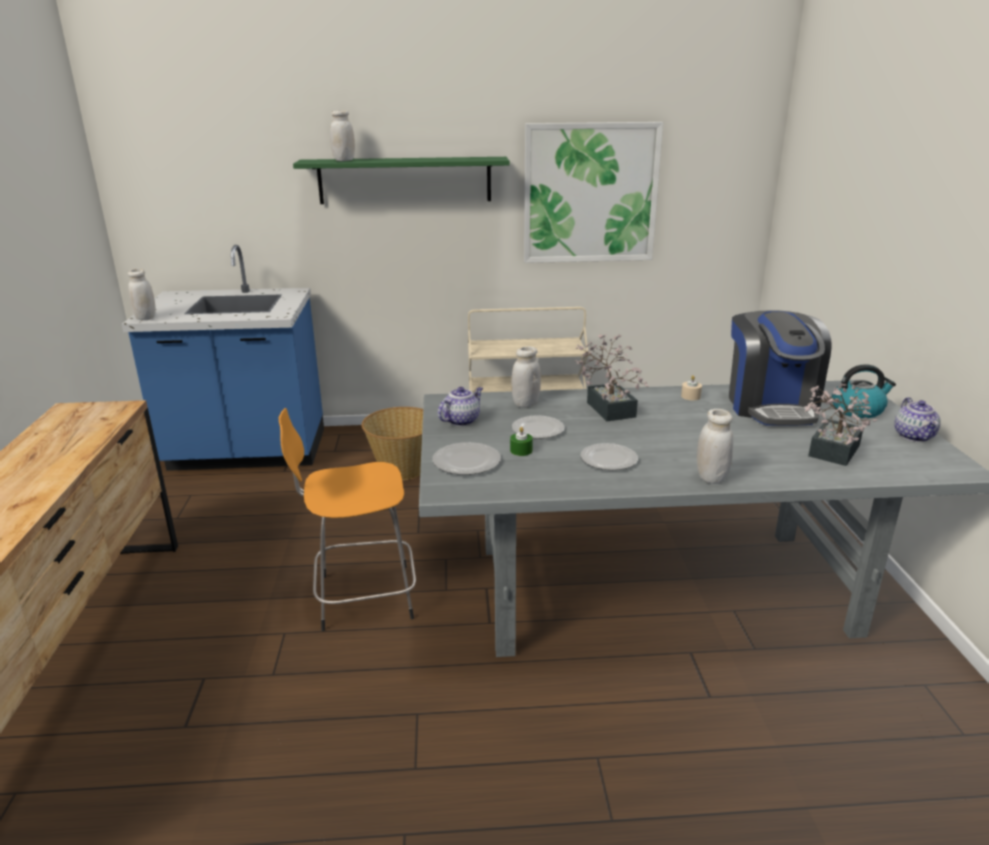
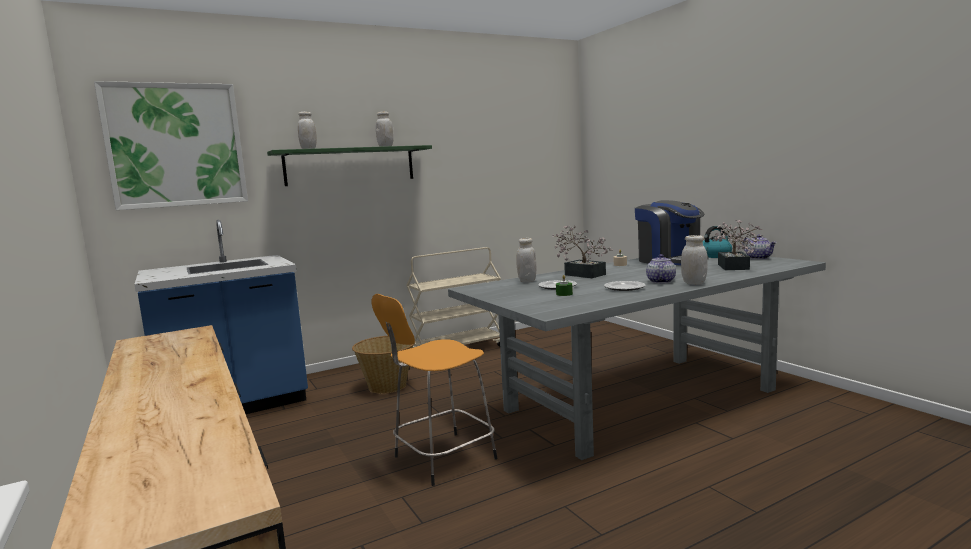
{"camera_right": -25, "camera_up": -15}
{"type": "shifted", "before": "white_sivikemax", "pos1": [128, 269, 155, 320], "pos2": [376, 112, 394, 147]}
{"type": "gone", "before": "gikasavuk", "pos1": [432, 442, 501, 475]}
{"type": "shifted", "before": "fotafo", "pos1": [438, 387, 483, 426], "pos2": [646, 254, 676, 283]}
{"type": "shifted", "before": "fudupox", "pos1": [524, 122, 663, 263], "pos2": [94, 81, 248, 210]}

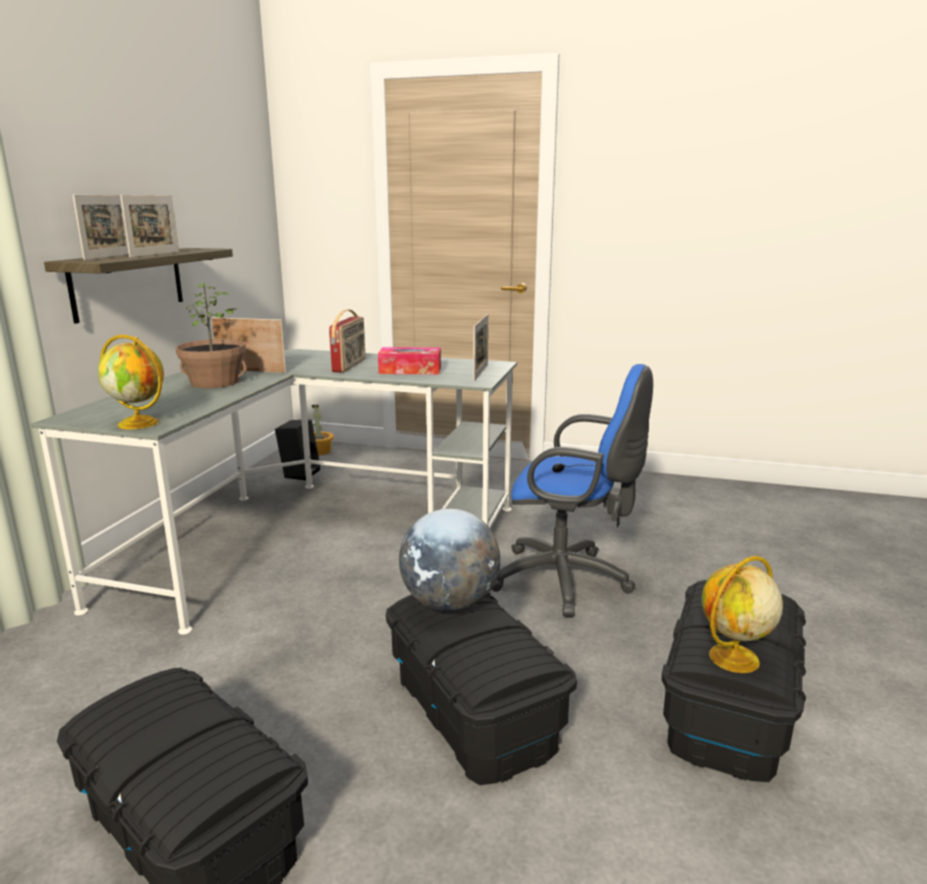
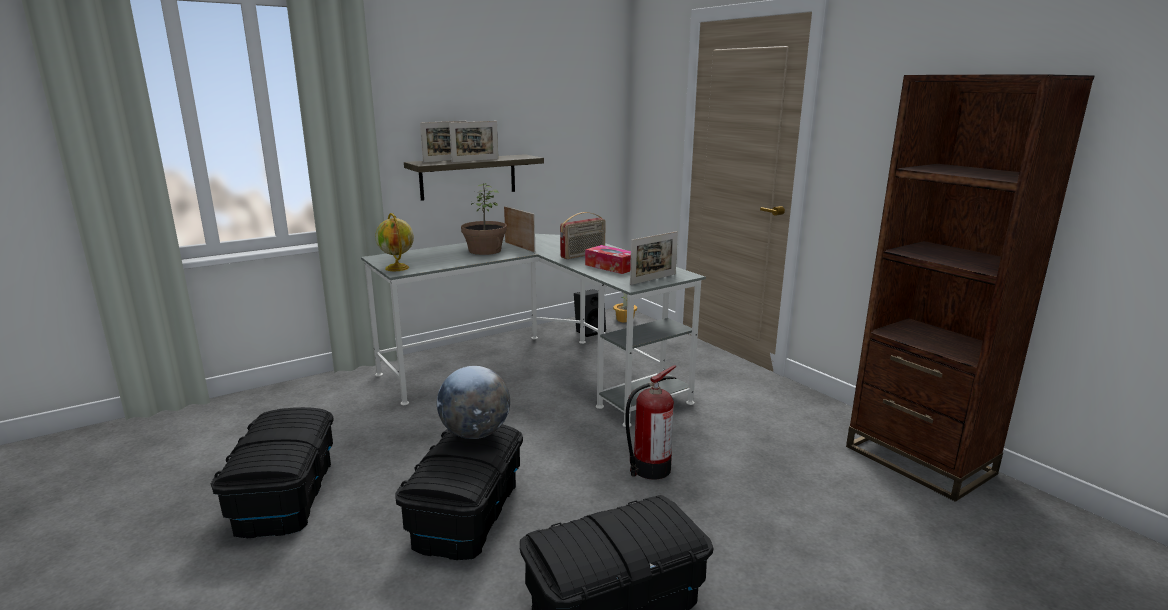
{"camera_right": 40, "camera_up": 0}
{"type": "swapped", "before": "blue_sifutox", "after": "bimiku", "pos1": [492, 364, 653, 617], "pos2": [625, 365, 677, 480]}
{"type": "gone", "before": "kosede", "pos1": [702, 556, 783, 673]}
{"type": "new", "after": "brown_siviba", "pos2": [846, 74, 1094, 502]}

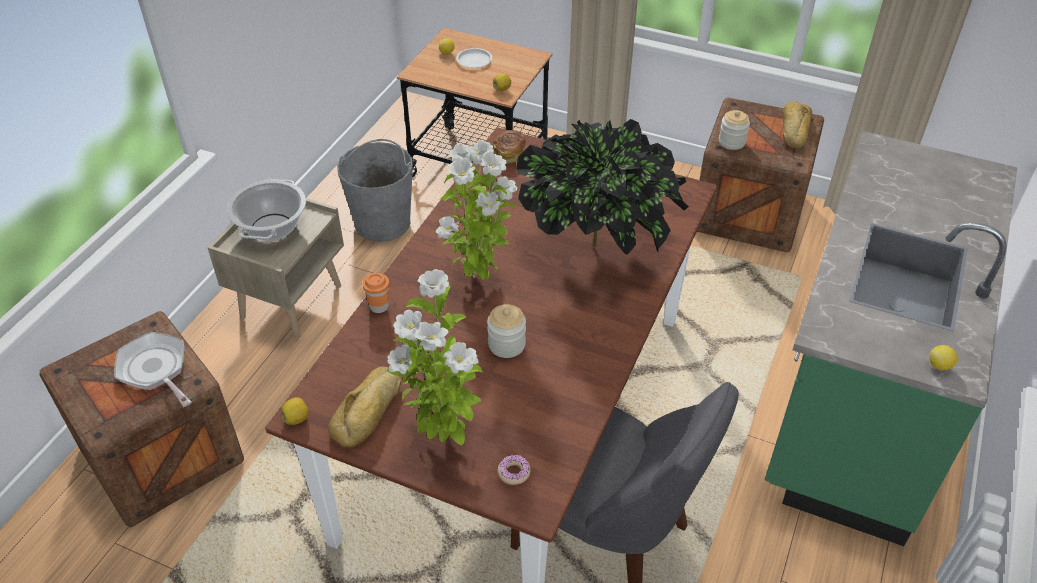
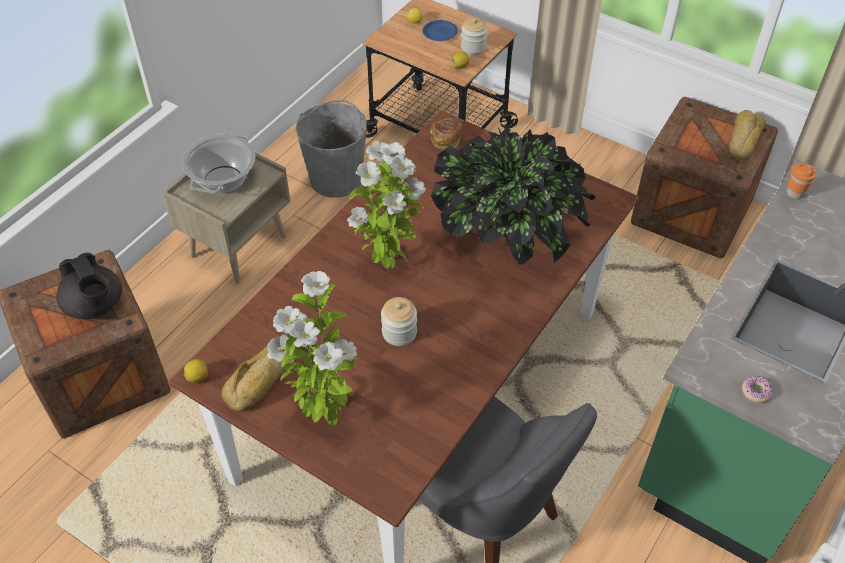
{"camera_right": 10, "camera_up": 5}
{"type": "swapped", "before": "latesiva", "after": "black_fotafo", "pos1": [114, 332, 192, 407], "pos2": [56, 253, 122, 319]}
{"type": "shifted", "before": "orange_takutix", "pos1": [362, 273, 389, 313], "pos2": [787, 163, 816, 199]}
{"type": "repainted", "before": "white_gikasavuk", "after": "blue_gikasavuk", "pos1": [456, 48, 492, 68], "pos2": [422, 20, 458, 41]}
{"type": "shifted", "before": "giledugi", "pos1": [498, 455, 530, 485], "pos2": [742, 376, 773, 403]}
{"type": "shifted", "before": "sivikemax", "pos1": [719, 110, 750, 150], "pos2": [461, 17, 488, 55]}
{"type": "gone", "before": "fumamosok", "pos1": [929, 345, 957, 370]}

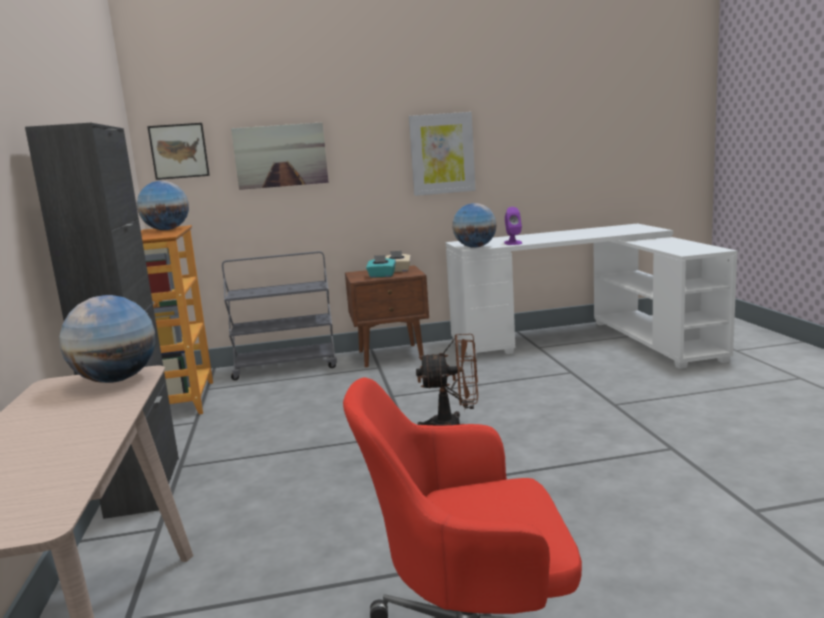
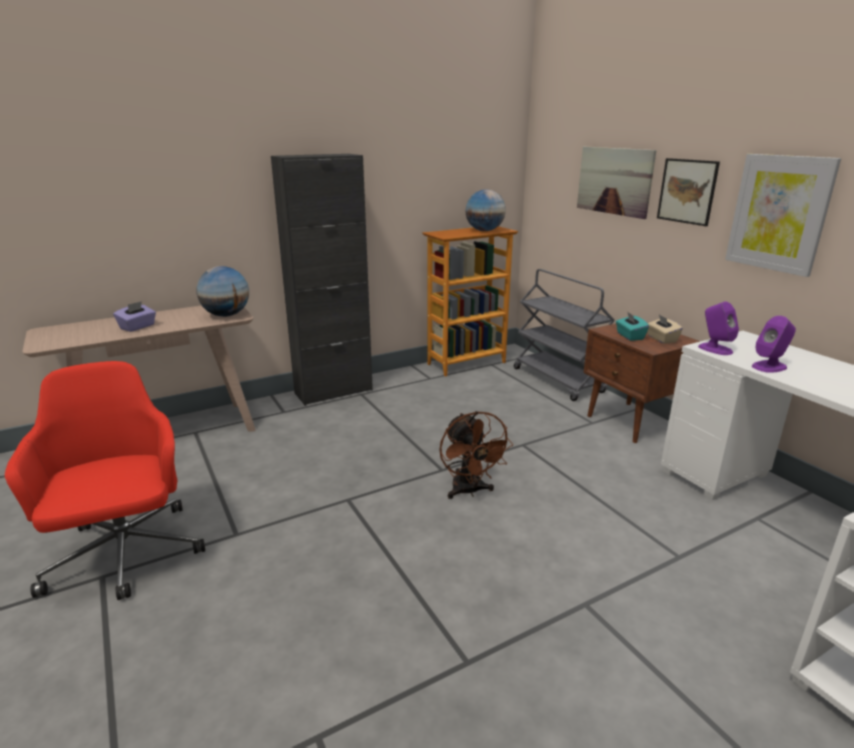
{"camera_right": 70, "camera_up": 10}
{"type": "shifted", "before": "fudupox", "pos1": [147, 123, 210, 180], "pos2": [657, 158, 720, 226]}
{"type": "swapped", "before": "kosede", "after": "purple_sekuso", "pos1": [452, 203, 497, 248], "pos2": [698, 301, 739, 355]}
{"type": "new", "after": "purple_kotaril", "pos2": [113, 301, 156, 332]}

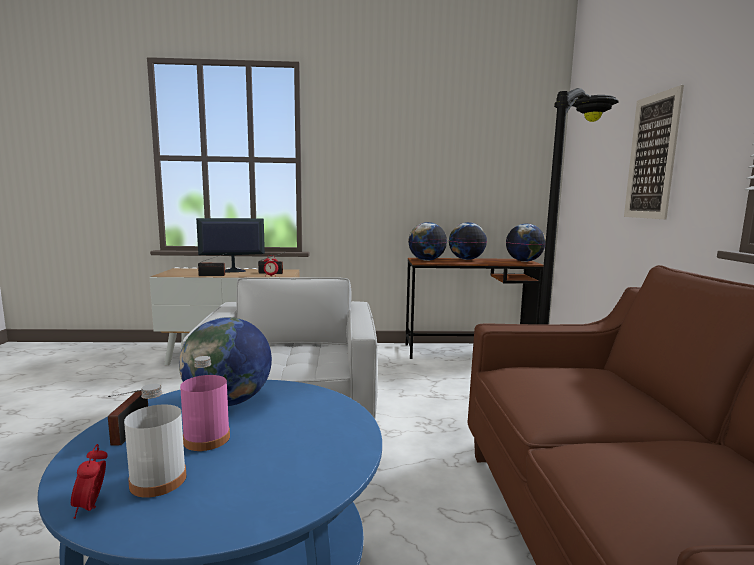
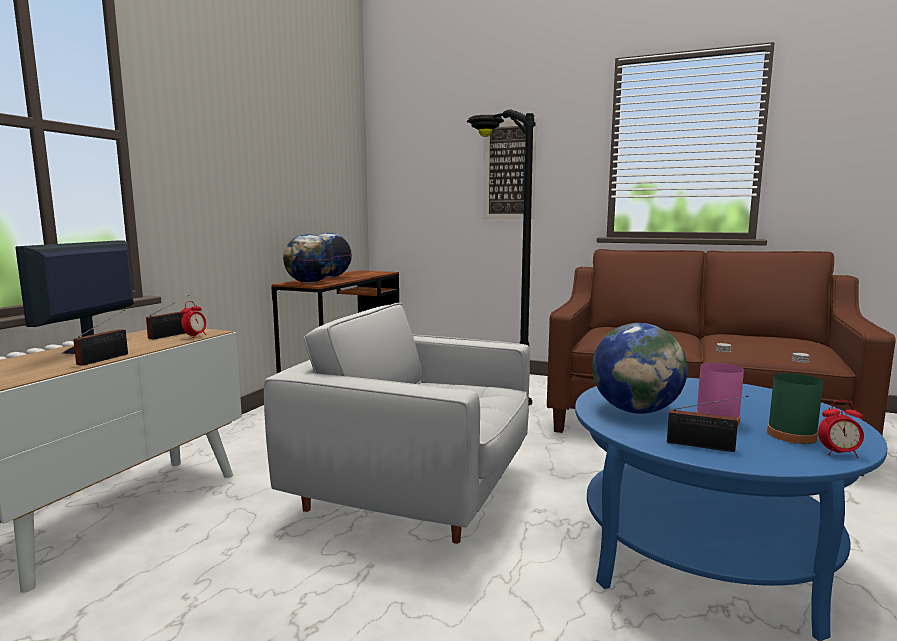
{"camera_right": -65, "camera_up": 0}
{"type": "repainted", "before": "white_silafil", "after": "green_silafil", "pos1": [124, 384, 187, 498], "pos2": [767, 353, 823, 444]}
{"type": "gone", "before": "kosede", "pos1": [506, 224, 546, 262]}

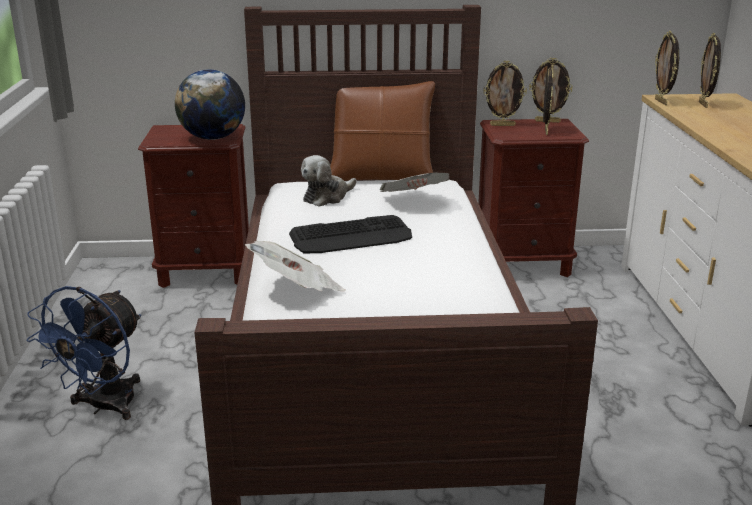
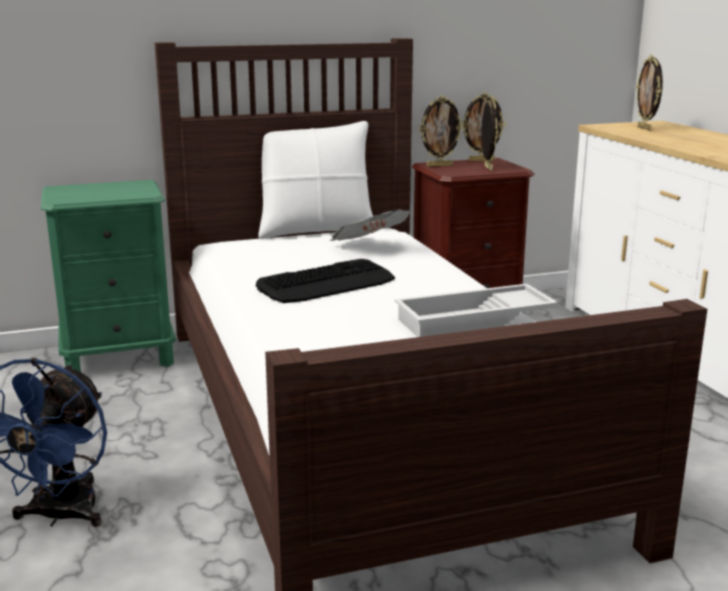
{"camera_right": -15, "camera_up": -5}
{"type": "repainted", "before": "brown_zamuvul", "after": "green_zamuvul", "pos1": [138, 124, 249, 288], "pos2": [41, 180, 176, 372]}
{"type": "gone", "before": "kosede", "pos1": [175, 69, 245, 140]}
{"type": "gone", "before": "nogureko", "pos1": [245, 241, 346, 291]}
{"type": "gone", "before": "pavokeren", "pos1": [301, 155, 357, 207]}
{"type": "repainted", "before": "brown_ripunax", "after": "white_ripunax", "pos1": [330, 81, 435, 181], "pos2": [258, 121, 376, 239]}
{"type": "gone", "before": "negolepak", "pos1": [655, 31, 679, 105]}
{"type": "new", "after": "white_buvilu", "pos2": [394, 284, 558, 337]}

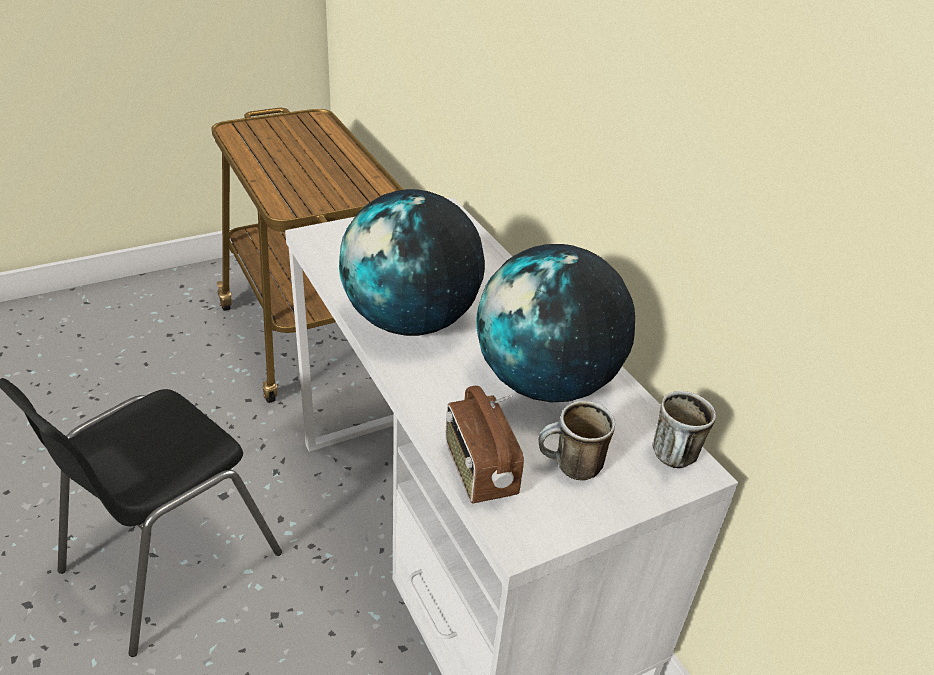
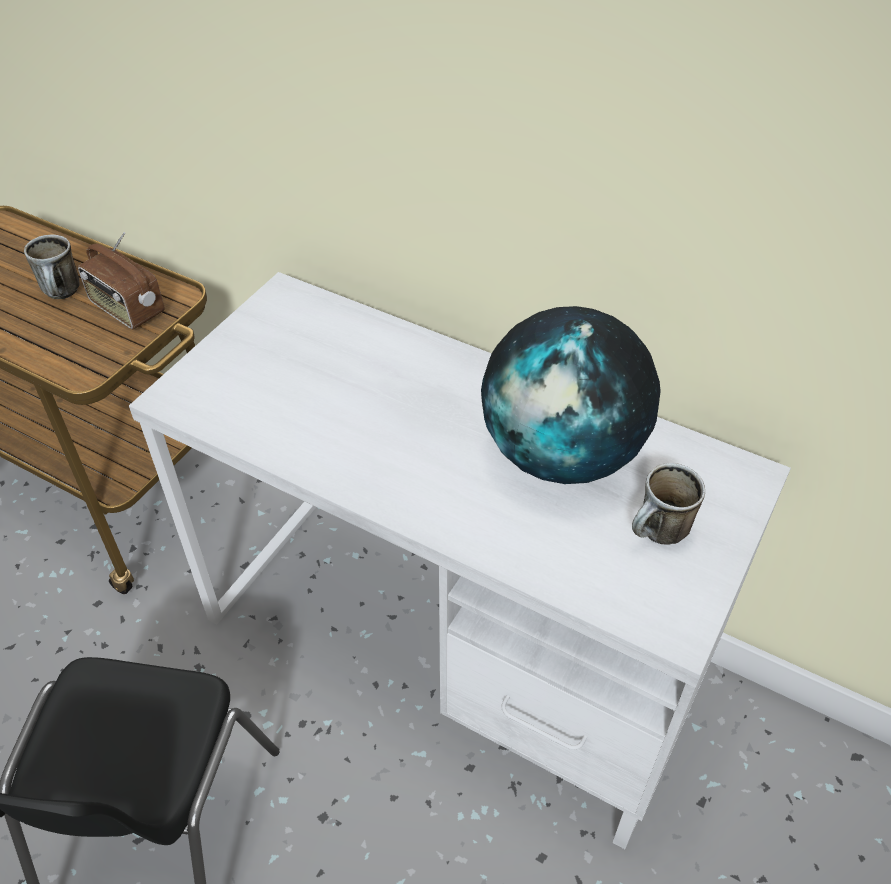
{"camera_right": -30, "camera_up": 10}
{"type": "gone", "before": "kosede", "pos1": [339, 189, 485, 336]}
{"type": "shifted", "before": "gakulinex", "pos1": [445, 386, 524, 503], "pos2": [78, 232, 165, 329]}
{"type": "shifted", "before": "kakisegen", "pos1": [652, 391, 716, 468], "pos2": [24, 234, 79, 299]}

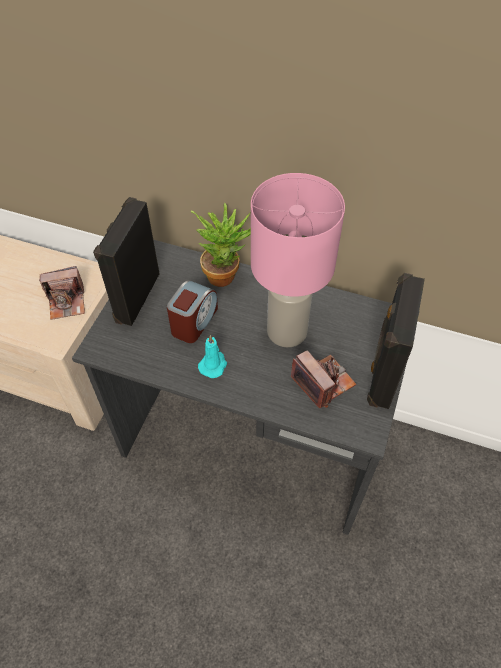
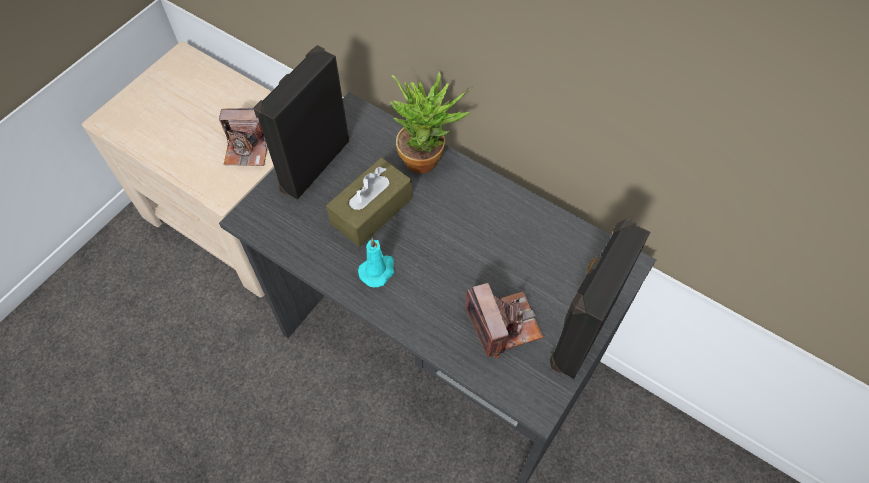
{"camera_right": 15, "camera_up": 5}
{"type": "swapped", "before": "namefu", "after": "brown_kotaril", "pos1": [167, 280, 218, 343], "pos2": [326, 158, 412, 247]}
{"type": "gone", "before": "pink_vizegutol", "pos1": [251, 173, 345, 347]}

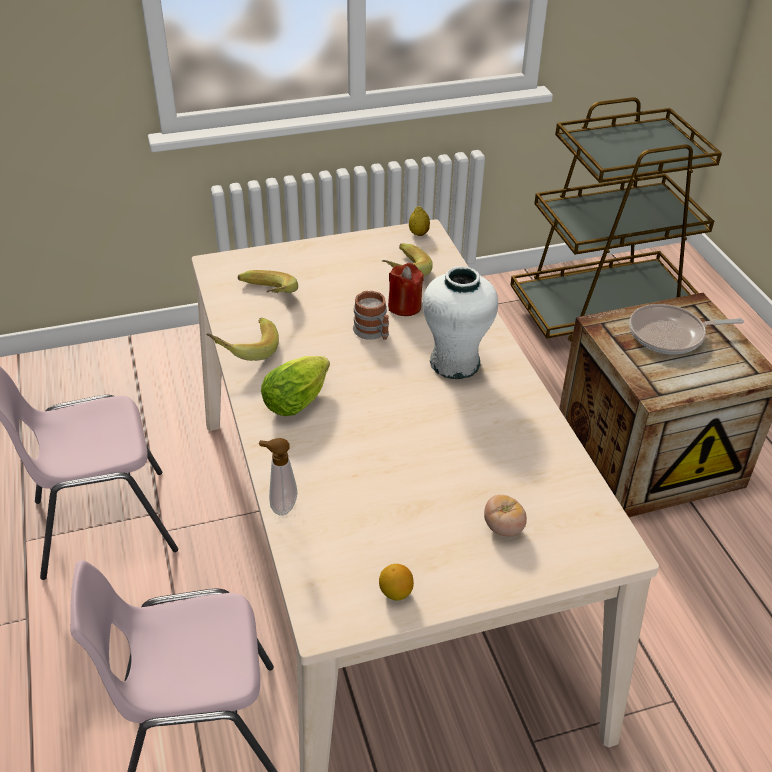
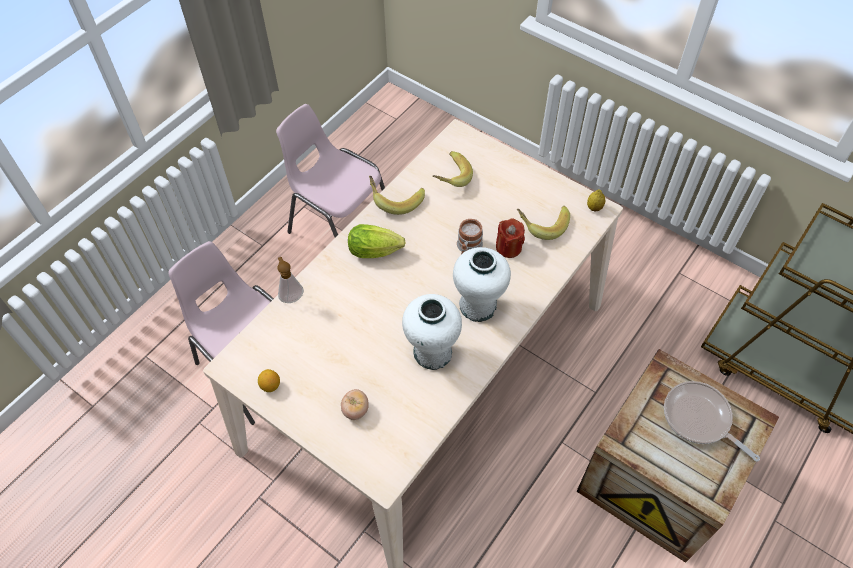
{"camera_right": 55, "camera_up": 15}
{"type": "new", "after": "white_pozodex", "pos2": [402, 294, 462, 370]}

